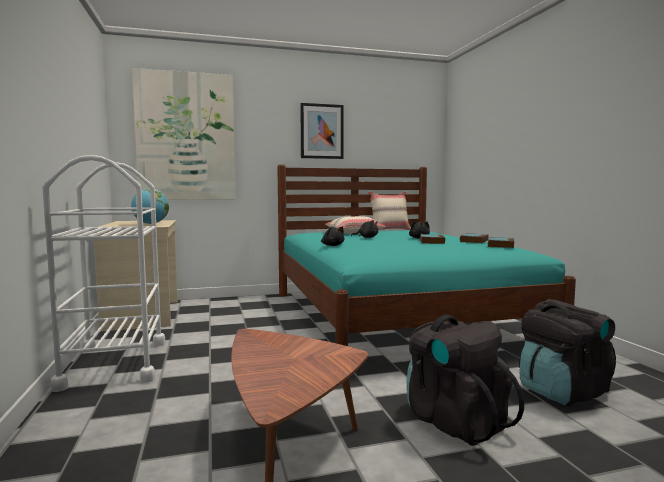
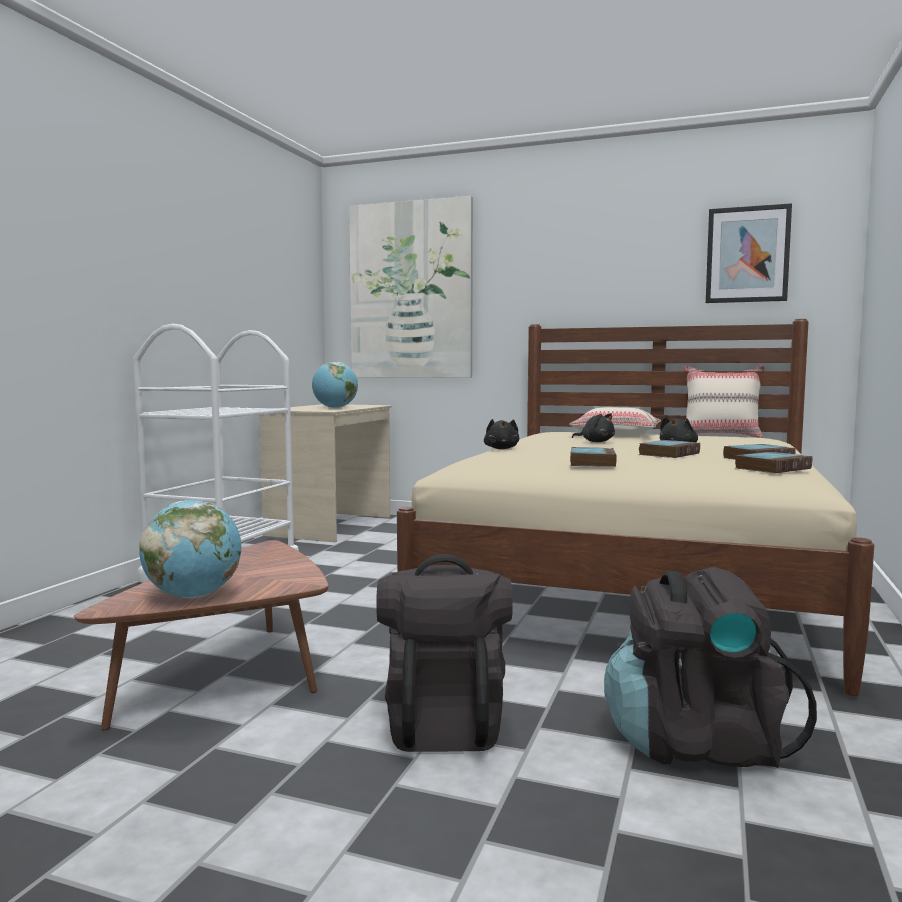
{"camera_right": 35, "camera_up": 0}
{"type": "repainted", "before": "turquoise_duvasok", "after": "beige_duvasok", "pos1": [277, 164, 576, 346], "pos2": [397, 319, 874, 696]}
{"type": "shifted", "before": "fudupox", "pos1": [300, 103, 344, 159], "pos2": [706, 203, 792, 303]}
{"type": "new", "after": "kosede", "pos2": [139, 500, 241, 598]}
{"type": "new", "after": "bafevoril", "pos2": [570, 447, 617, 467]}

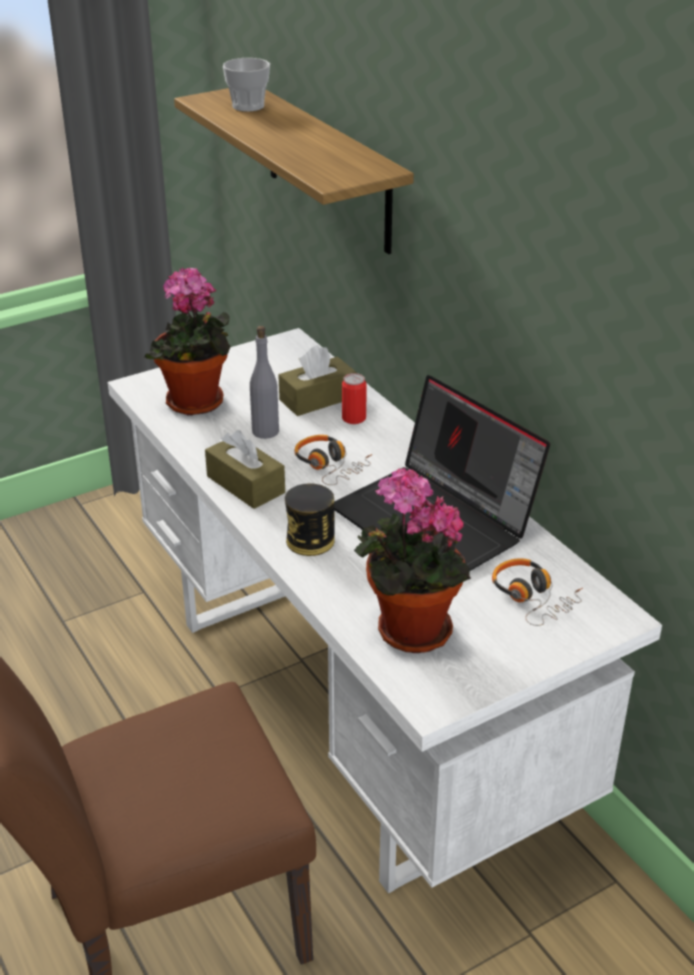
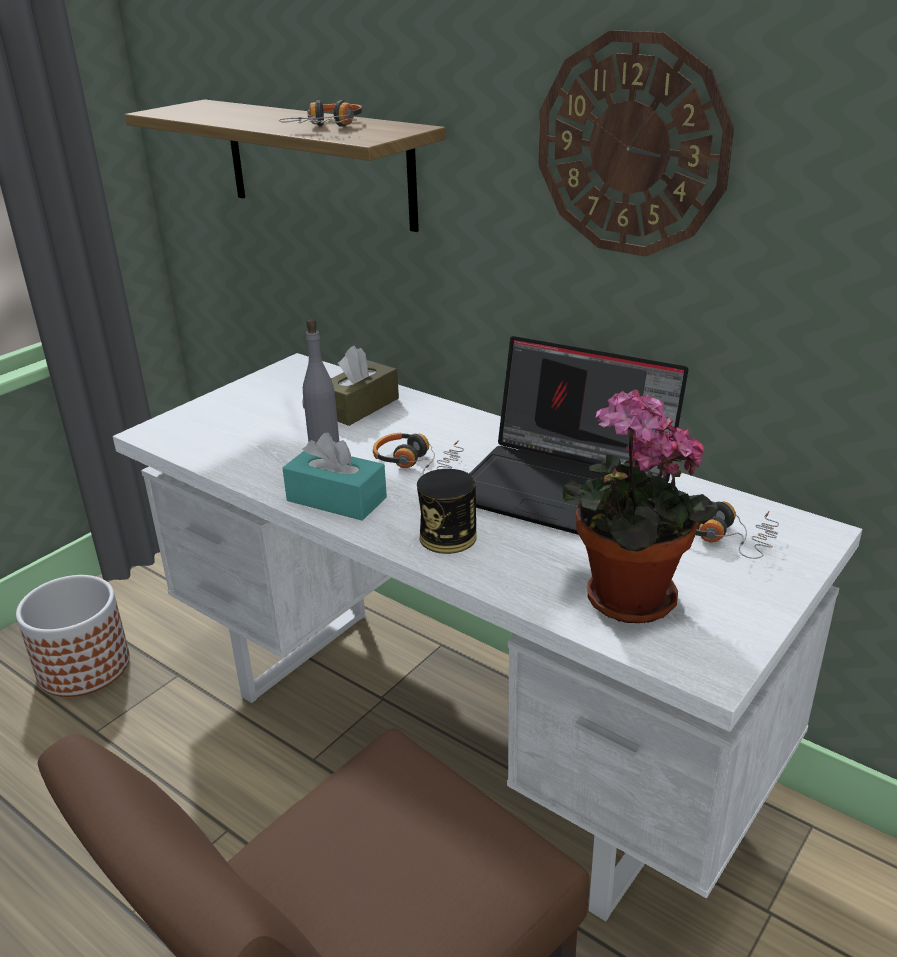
{"camera_right": -20, "camera_up": -5}
{"type": "gone", "before": "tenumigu", "pos1": [145, 267, 231, 416]}
{"type": "repainted", "before": "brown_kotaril", "after": "turquoise_kotaril", "pos1": [205, 430, 285, 509], "pos2": [282, 433, 387, 521]}
{"type": "gone", "before": "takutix", "pos1": [223, 58, 270, 112]}
{"type": "gone", "before": "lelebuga", "pos1": [342, 373, 367, 424]}
{"type": "new", "after": "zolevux", "pos2": [16, 575, 130, 697]}
{"type": "new", "after": "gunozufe", "pos2": [279, 100, 363, 127]}
{"type": "new", "after": "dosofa", "pos2": [539, 30, 734, 257]}

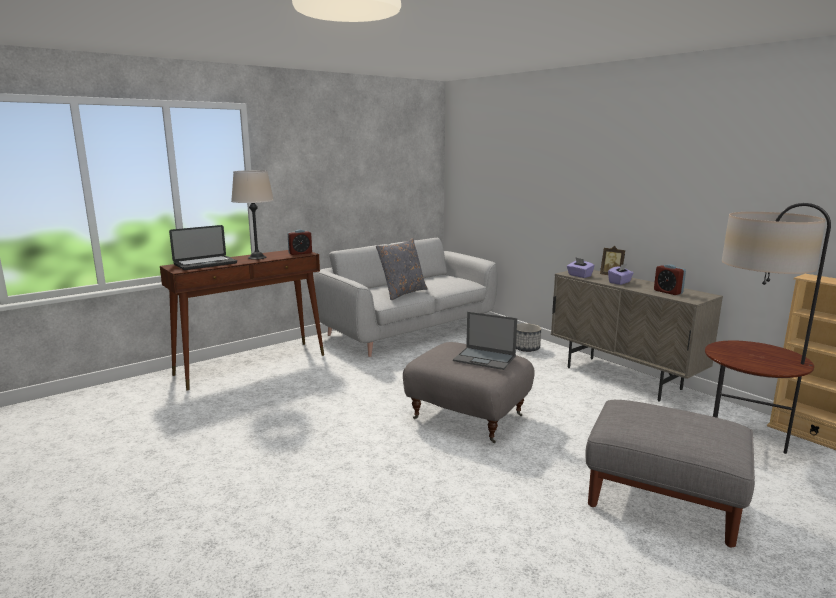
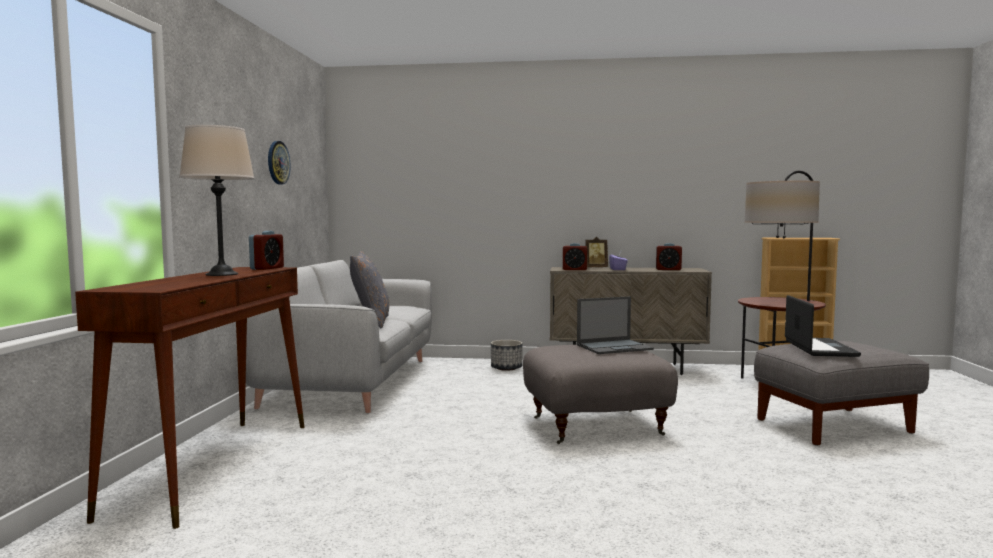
{"camera_right": -45, "camera_up": -10}
{"type": "shifted", "before": "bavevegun", "pos1": [169, 225, 237, 270], "pos2": [785, 295, 861, 357]}
{"type": "swapped", "before": "purple_kotaril", "after": "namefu", "pos1": [567, 257, 595, 278], "pos2": [563, 243, 587, 270]}
{"type": "new", "after": "dosofa", "pos2": [268, 141, 291, 185]}

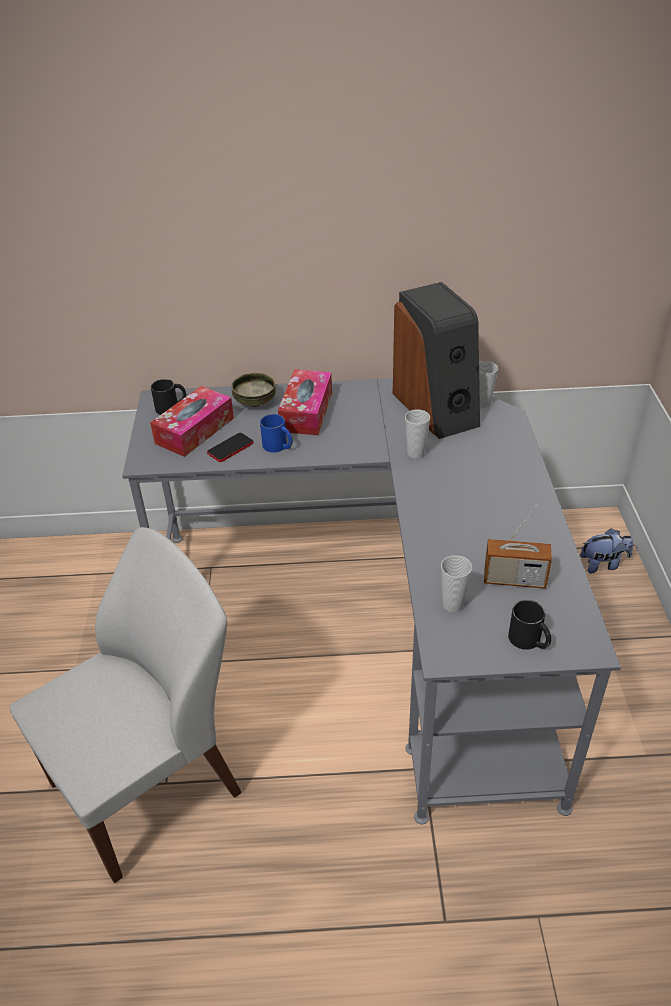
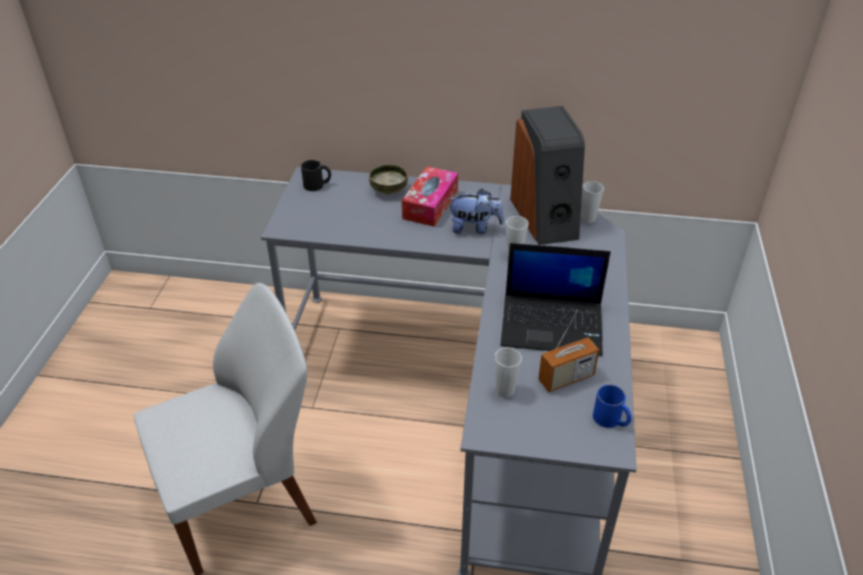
{"camera_right": 10, "camera_up": 0}
{"type": "gone", "before": "kotaril", "pos1": [150, 386, 234, 457]}
{"type": "gone", "before": "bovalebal", "pos1": [207, 433, 254, 462]}
{"type": "shifted", "before": "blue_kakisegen", "pos1": [260, 414, 293, 453], "pos2": [593, 384, 632, 428]}
{"type": "rotated", "before": "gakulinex", "pos1": [484, 504, 552, 589], "pos2": [538, 309, 599, 392], "turn": -45}
{"type": "gone", "before": "black_kakisegen", "pos1": [508, 600, 551, 650]}
{"type": "shifted", "before": "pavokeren", "pos1": [580, 528, 633, 573], "pos2": [448, 189, 504, 235]}
{"type": "new", "after": "bavevegun", "pos2": [500, 243, 611, 356]}

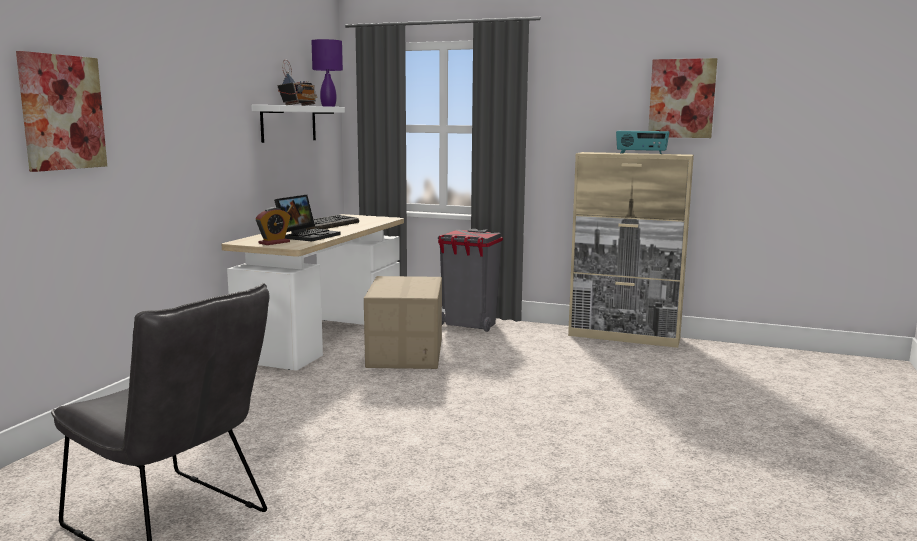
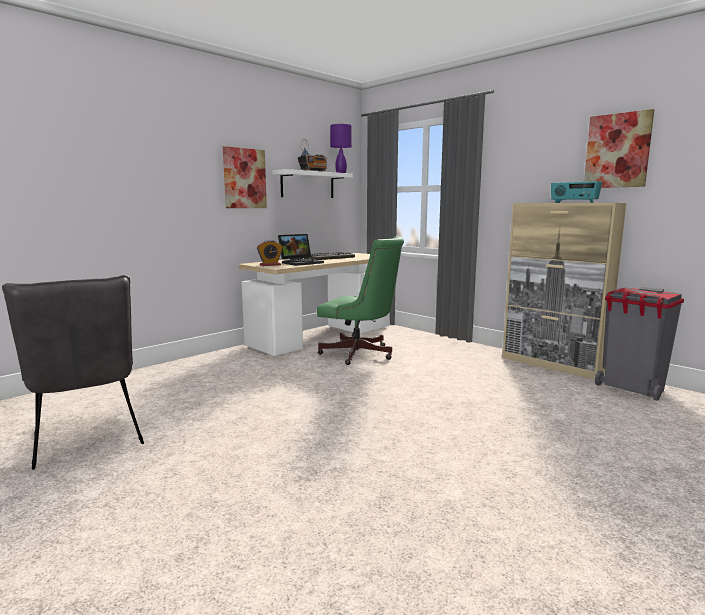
{"camera_right": 25, "camera_up": 0}
{"type": "shifted", "before": "fudupox", "pos1": [16, 51, 107, 172], "pos2": [223, 146, 267, 208]}
{"type": "swapped", "before": "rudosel", "after": "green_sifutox", "pos1": [364, 276, 442, 369], "pos2": [317, 236, 404, 365]}
{"type": "shifted", "before": "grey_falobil", "pos1": [438, 228, 503, 332], "pos2": [595, 287, 684, 401]}

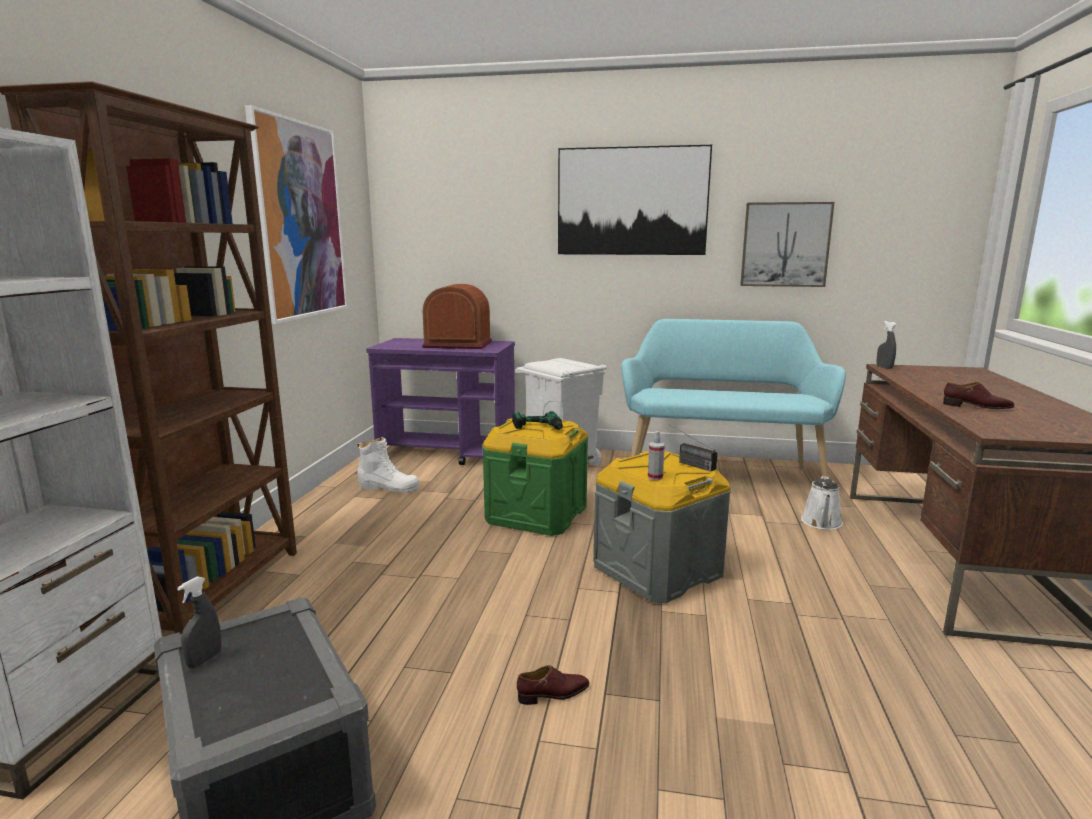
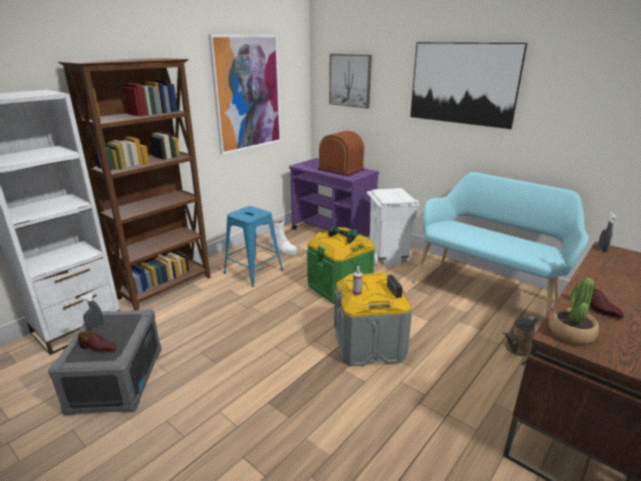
{"camera_right": 30, "camera_up": 10}
{"type": "shifted", "before": "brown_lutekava", "pos1": [517, 665, 590, 705], "pos2": [78, 332, 117, 353]}
{"type": "shifted", "before": "fudupox", "pos1": [740, 202, 834, 287], "pos2": [329, 54, 372, 108]}
{"type": "repainted", "before": "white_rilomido", "after": "brown_rilomido", "pos1": [801, 476, 843, 530], "pos2": [503, 316, 537, 356]}
{"type": "new", "after": "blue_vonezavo", "pos2": [224, 206, 283, 287]}
{"type": "new", "after": "tenumigu", "pos2": [549, 278, 599, 345]}

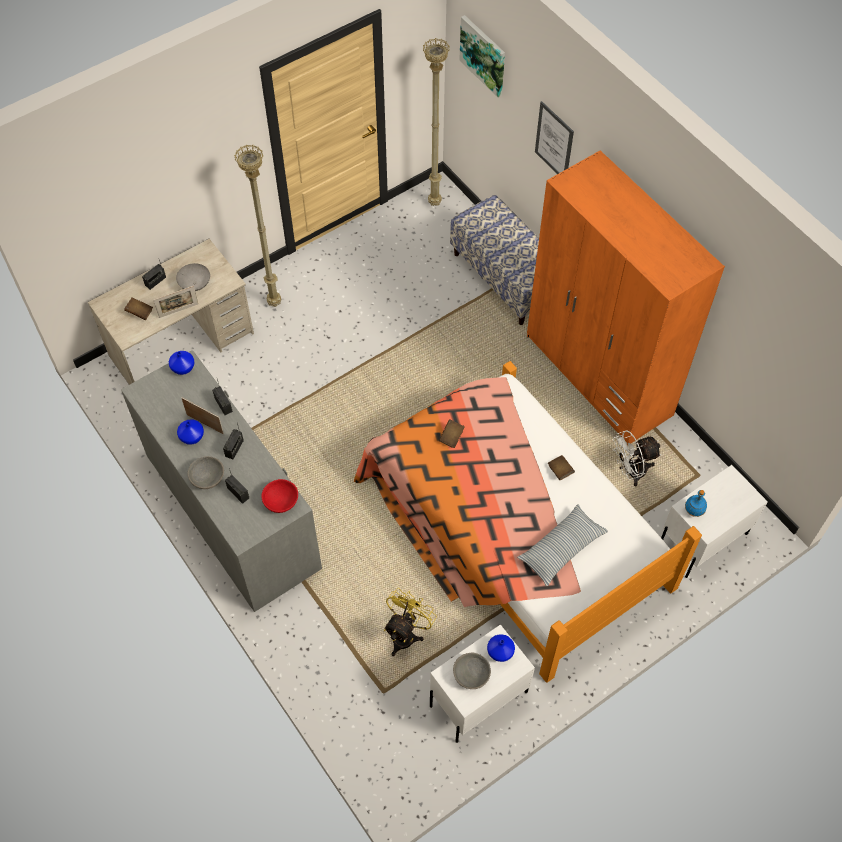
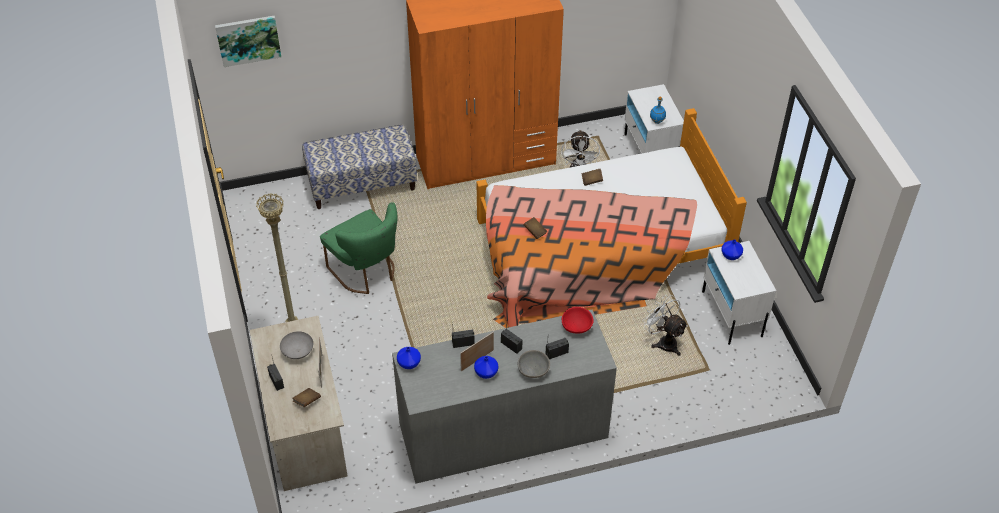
{"camera_right": -70, "camera_up": -10}
{"type": "repainted", "before": "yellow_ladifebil", "after": "white_ladifebil", "pos1": [384, 588, 437, 656], "pos2": [643, 295, 688, 356]}
{"type": "gone", "before": "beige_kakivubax", "pos1": [423, 38, 450, 206]}
{"type": "gone", "before": "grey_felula", "pos1": [453, 653, 491, 689]}
{"type": "gone", "before": "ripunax", "pos1": [517, 504, 608, 586]}
{"type": "gone", "before": "fudupox", "pos1": [535, 101, 574, 174]}
{"type": "new", "after": "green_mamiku", "pos2": [320, 202, 398, 294]}

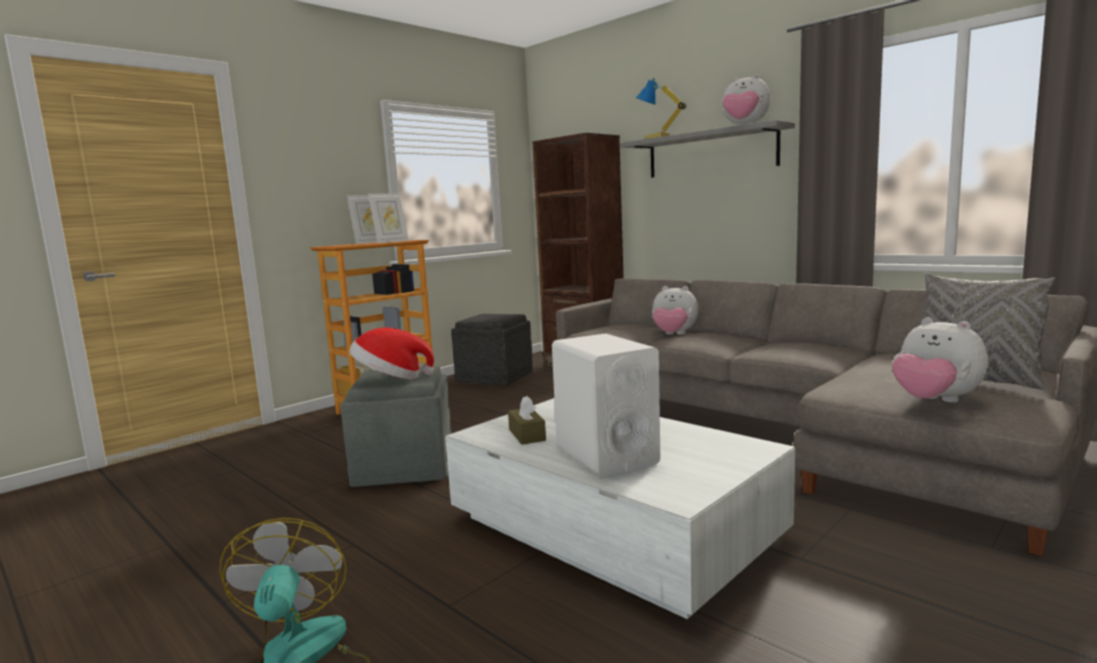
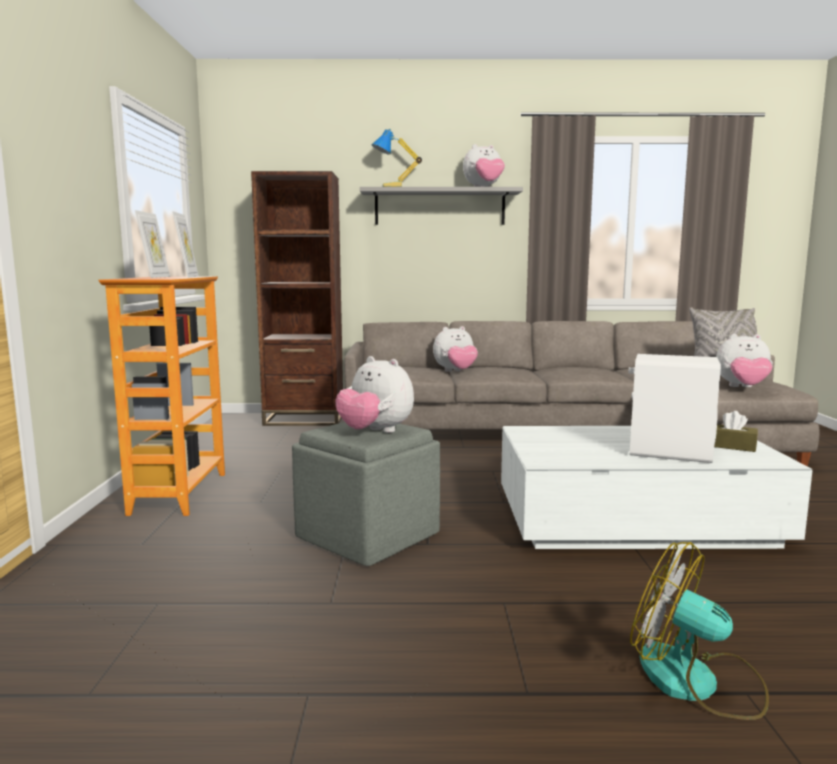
{"camera_right": -45, "camera_up": 0}
{"type": "swapped", "before": "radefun", "after": "pavokeren", "pos1": [349, 327, 434, 380], "pos2": [335, 356, 414, 433]}
{"type": "gone", "before": "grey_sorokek", "pos1": [451, 314, 533, 386]}
{"type": "shifted", "before": "brown_kotaril", "pos1": [508, 396, 546, 445], "pos2": [714, 411, 758, 452]}

